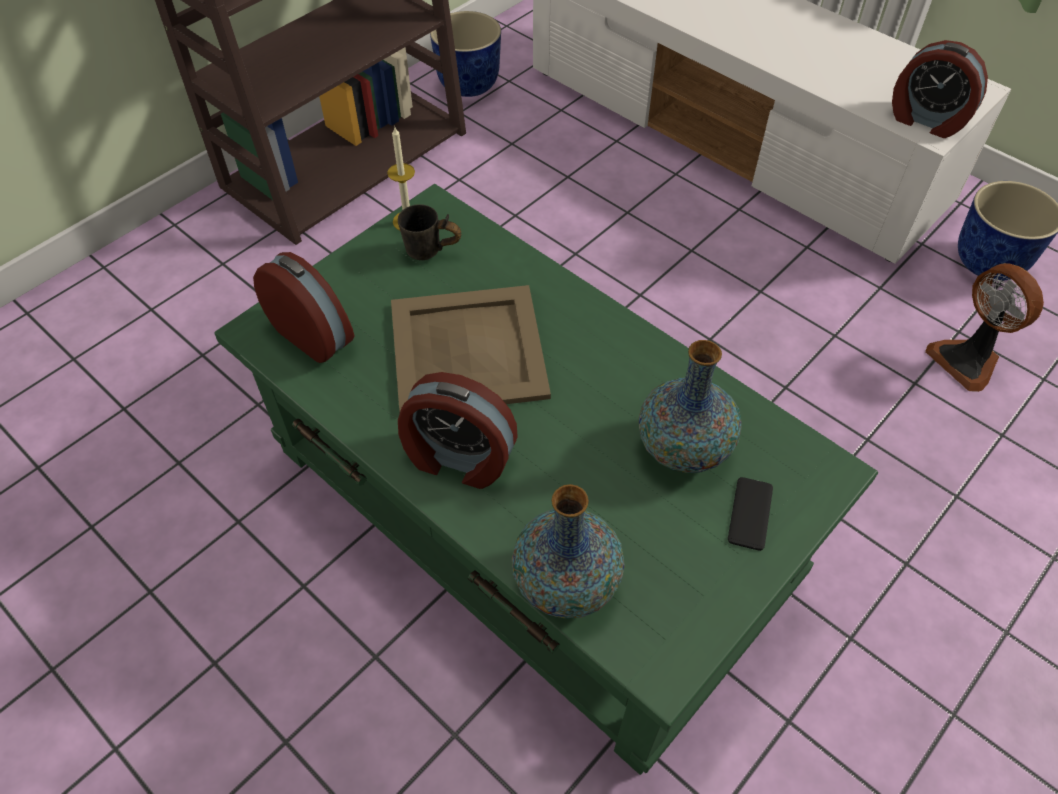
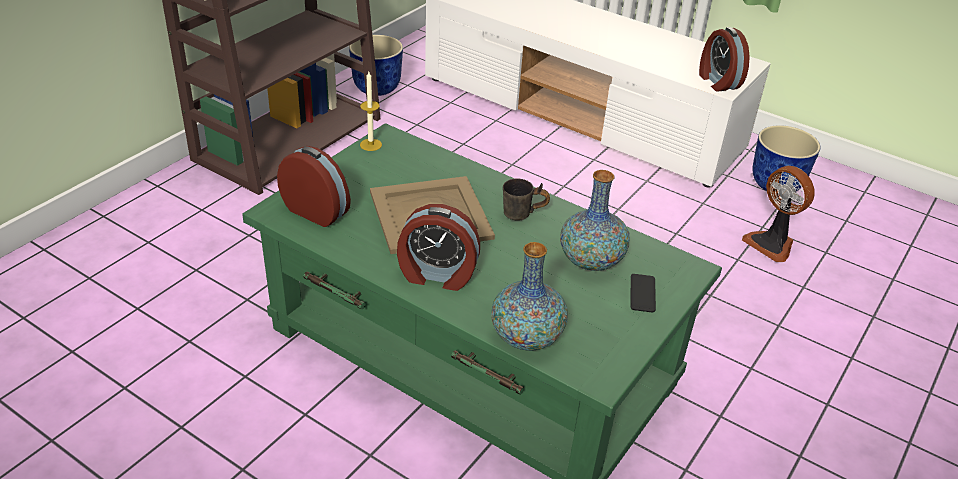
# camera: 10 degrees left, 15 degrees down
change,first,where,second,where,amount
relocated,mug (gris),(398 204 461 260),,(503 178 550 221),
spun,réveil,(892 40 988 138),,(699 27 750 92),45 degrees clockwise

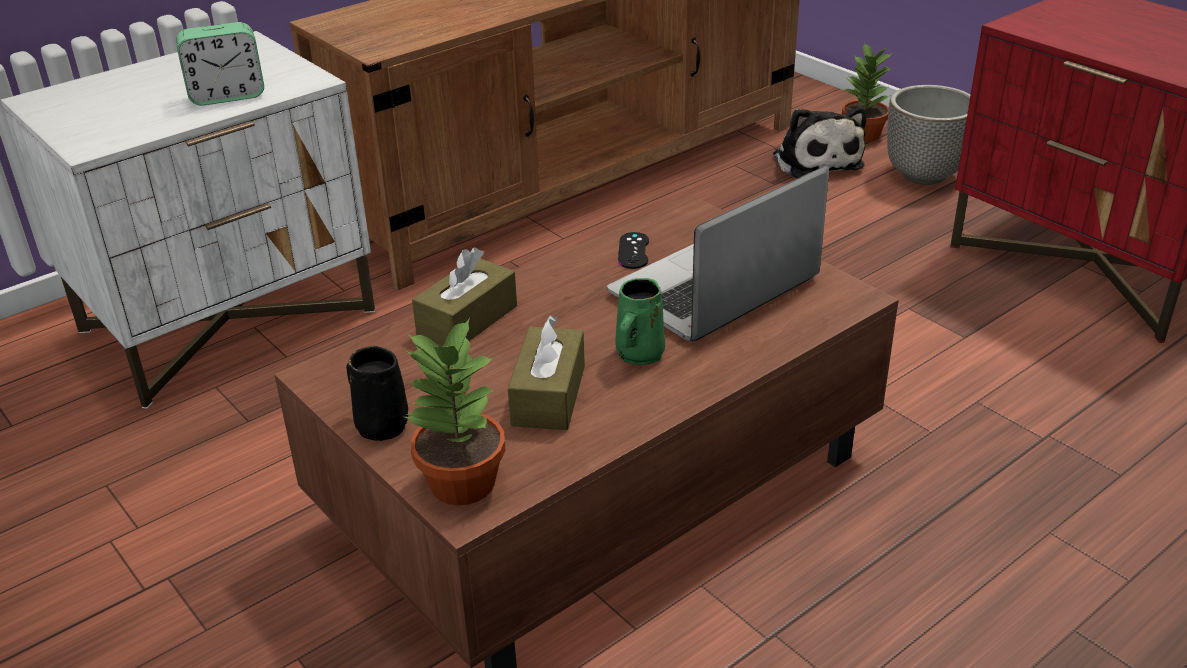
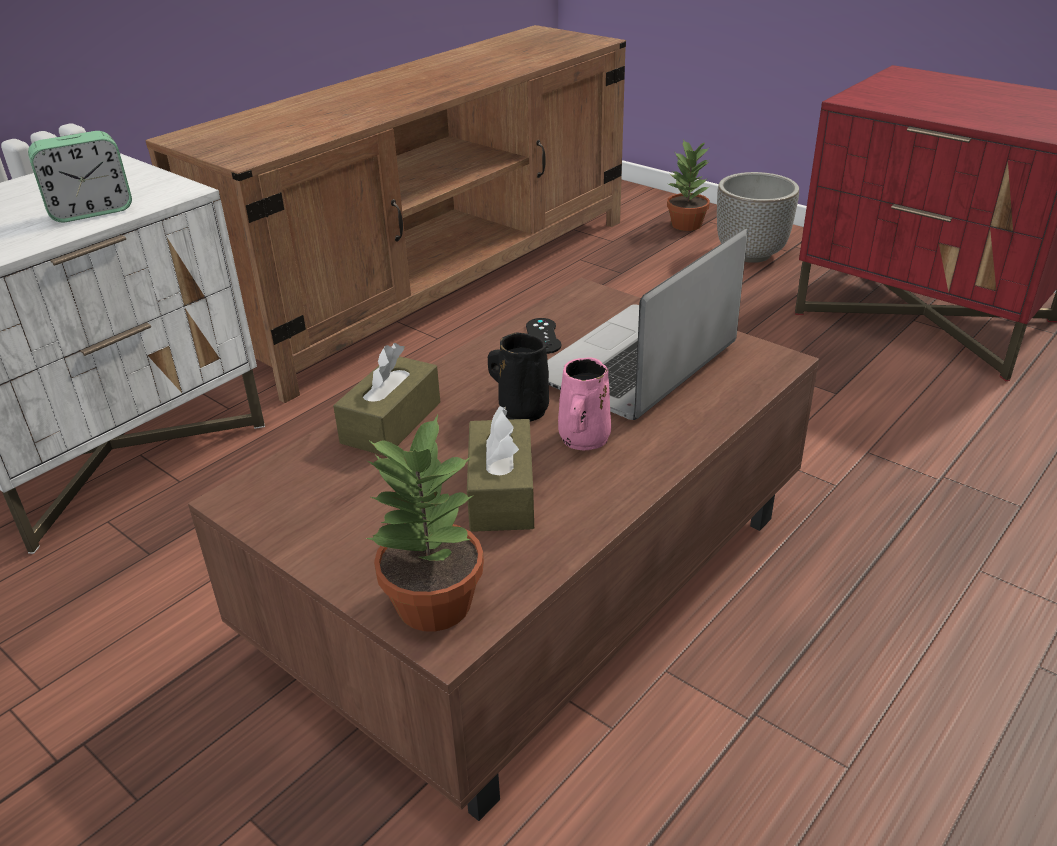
# camera: 10 degrees left, 0 degrees up
change,first,where,second,where,amount
relocated,mug (noir),(346 346 408 441),,(488 333 549 421),
colour,mug (vert),(616 278 665 365),mug (rose),(558 357 611 451),
missing,peluche,(773 107 866 179),,,

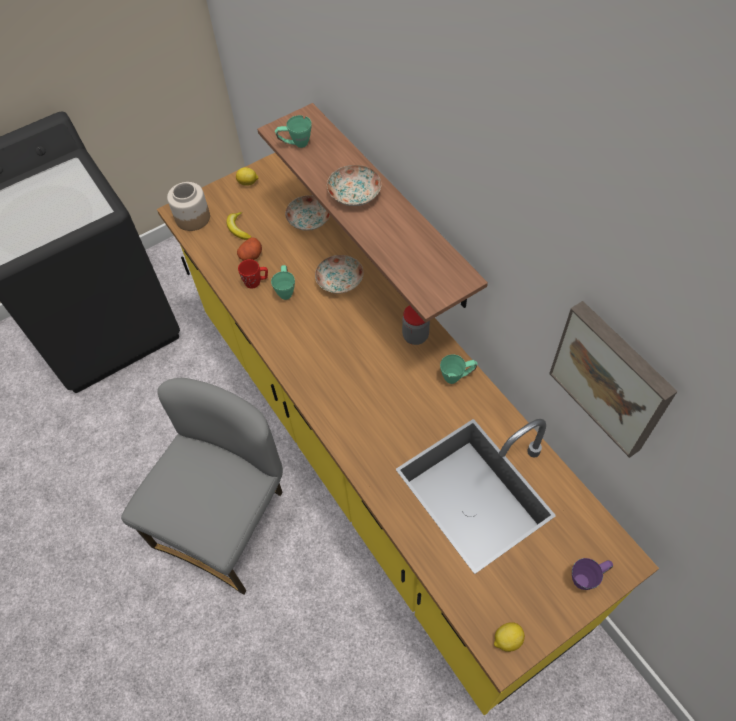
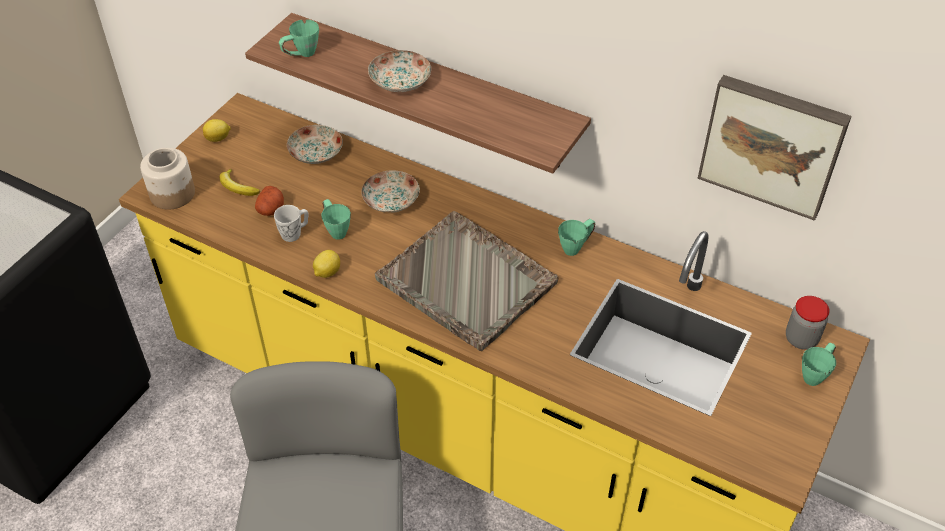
# camera: 30 degrees left, 10 degrees down
change,first,where,second,where,amount
colour,mug (rouge),(238 259 268 289),mug (blanc),(274 205 309 242),
relocated,citron,(494 622 525 652),,(313 250 340 278),
appeared,,,plateau (gris),(375 211 559 351),
relocated,bocal,(402 306 430 345),,(786 296 830 349),
colour,mug (violet),(572 558 613 590),mug (vert),(802 343 836 386),

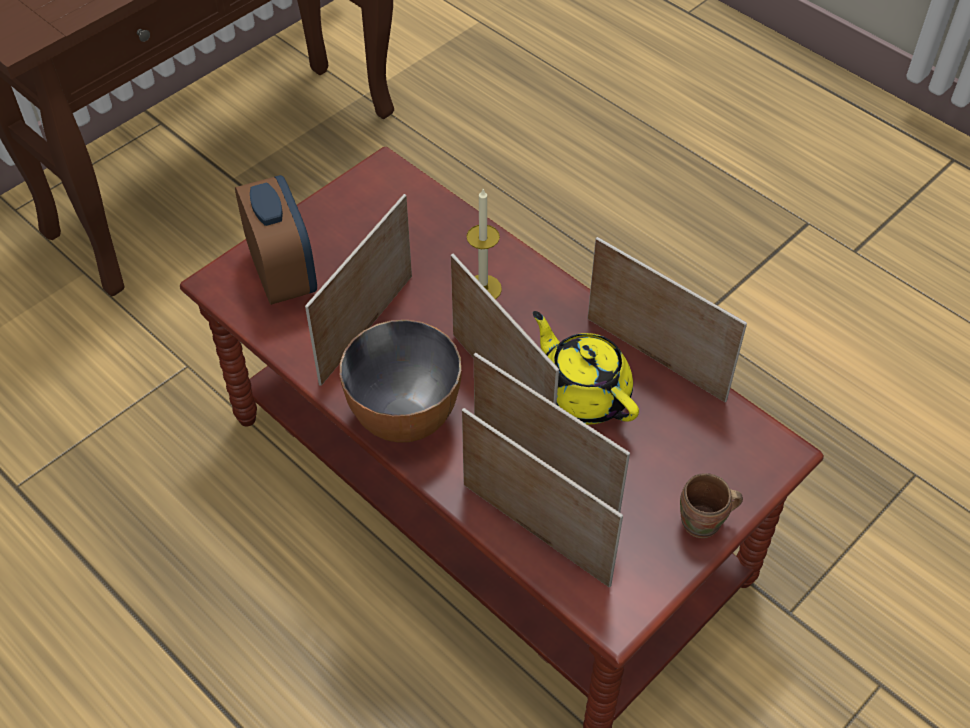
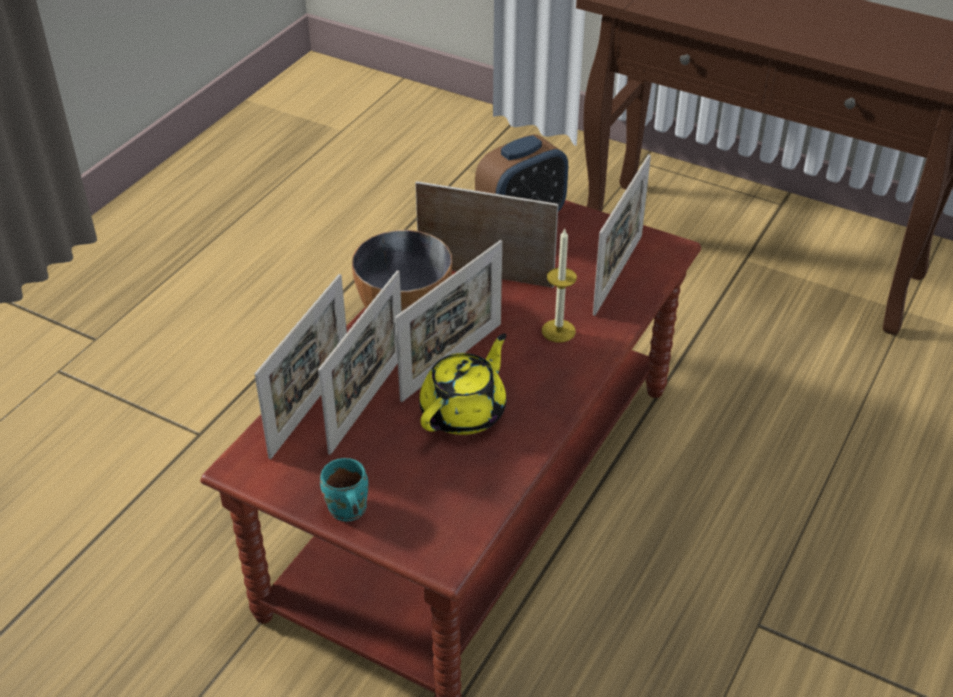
# camera: 75 degrees right, 10 degrees down
change,first,where,second,where,amount
colour,mug (marron),(680 473 743 538),mug (turquoise),(320 458 368 521),
relocated,cadre photo,(588 237 747 402),,(593 154 651 316),

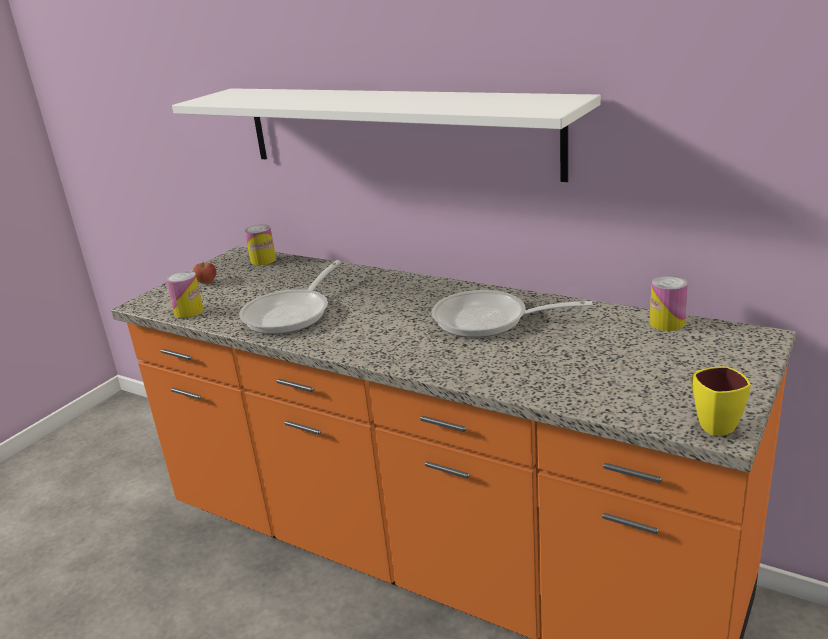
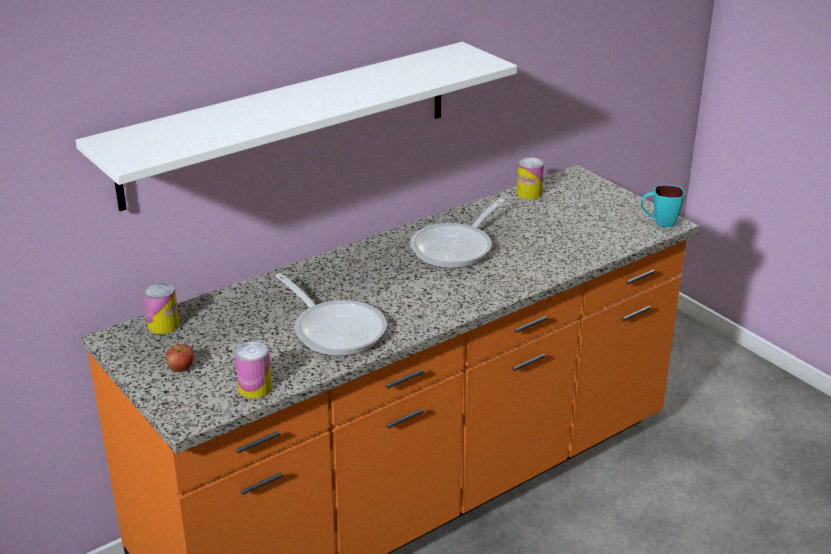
# camera: 70 degrees left, 5 degrees up
change,first,where,second,where,amount
colour,mug (jaune),(691 366 751 436),mug (turquoise),(641 185 685 227),

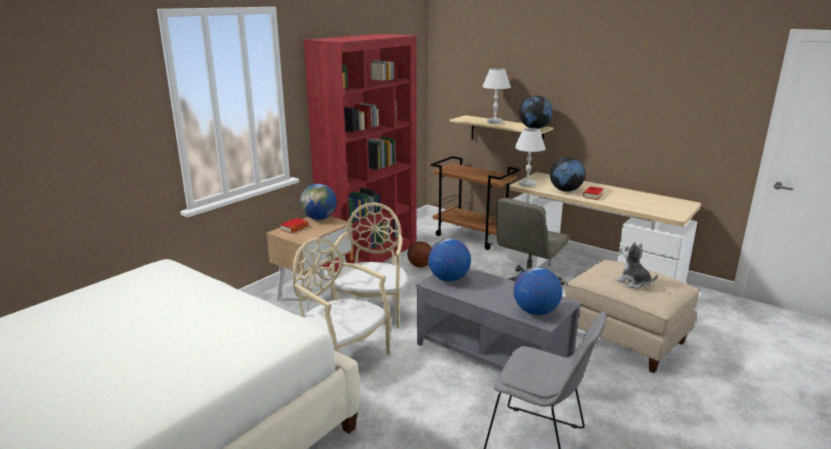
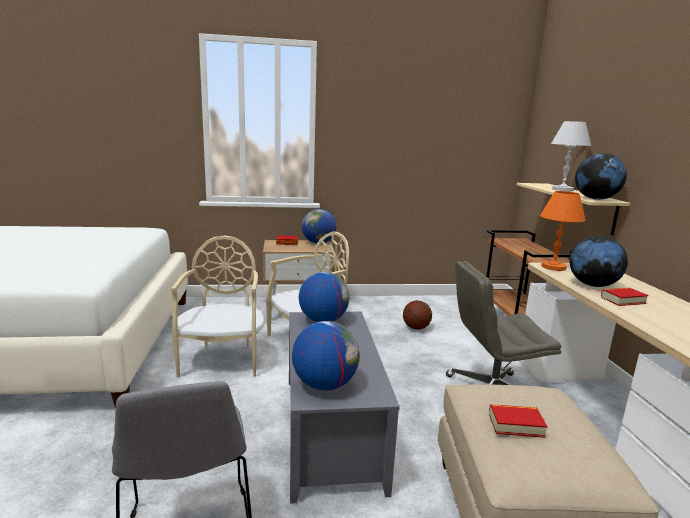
# camera: 45 degrees right, 5 degrees down
change,first,where,second,where,amount
exchanged,peluche,(615 242 658 289),livre,(489 404 548 438),
colour,lampe de table (blanc),(515 128 546 187),lampe de table (orange),(540 191 586 271),
missing,bibliothèque (rouge),(304 34 417 272),,,

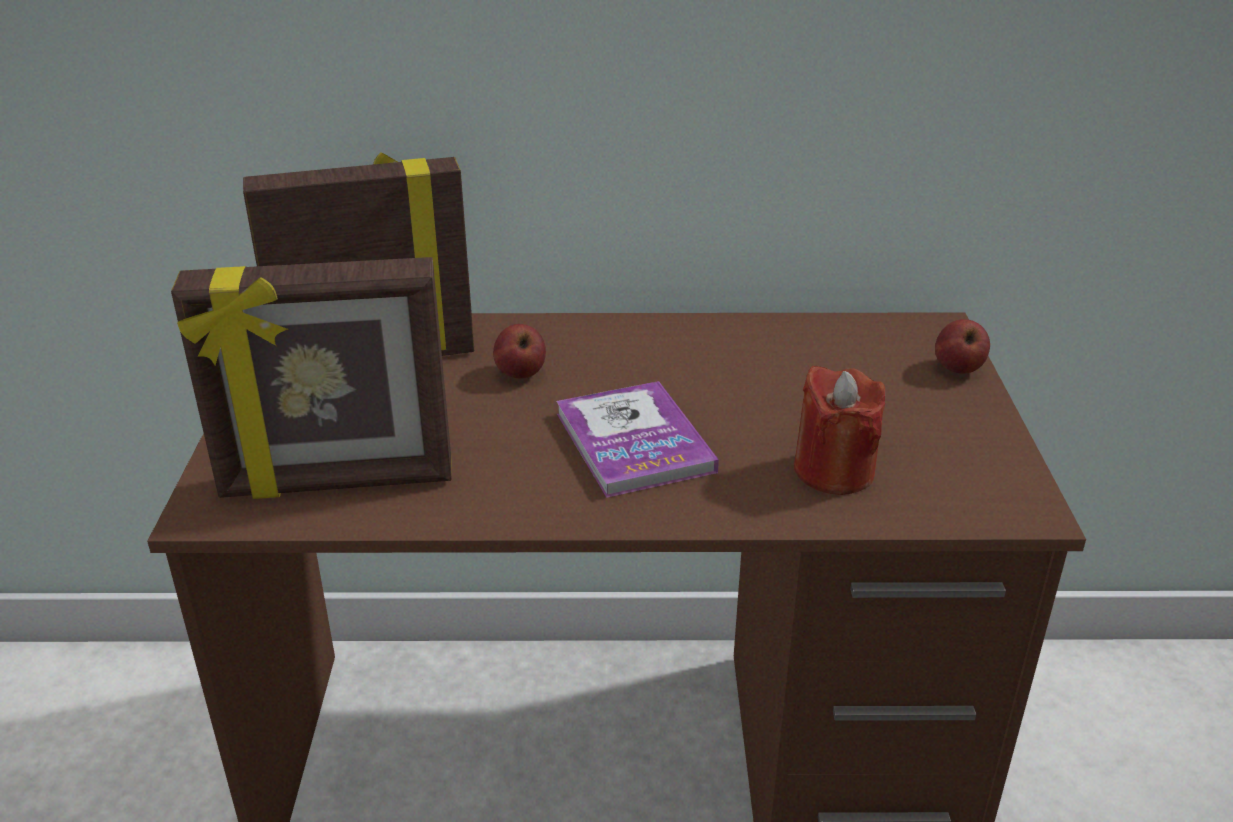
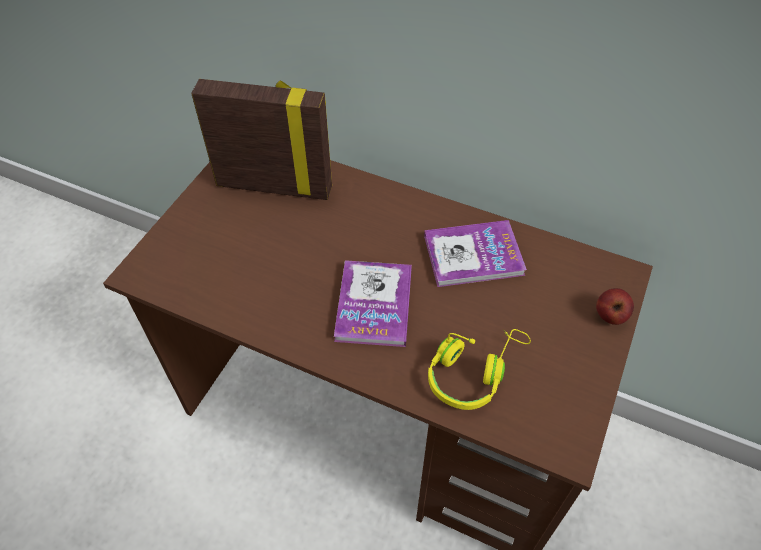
# camera: 25 degrees right, 20 degrees up
change,first,where,second,where,amount
appeared,,,livre,(424 220 527 287),
exchanged,bougie (rouge),(794 365 885 495),casque audio (jaune),(428 329 531 410),
missing,cadre photo,(171 257 452 499),,,
missing,pomme,(493 324 546 378),,,

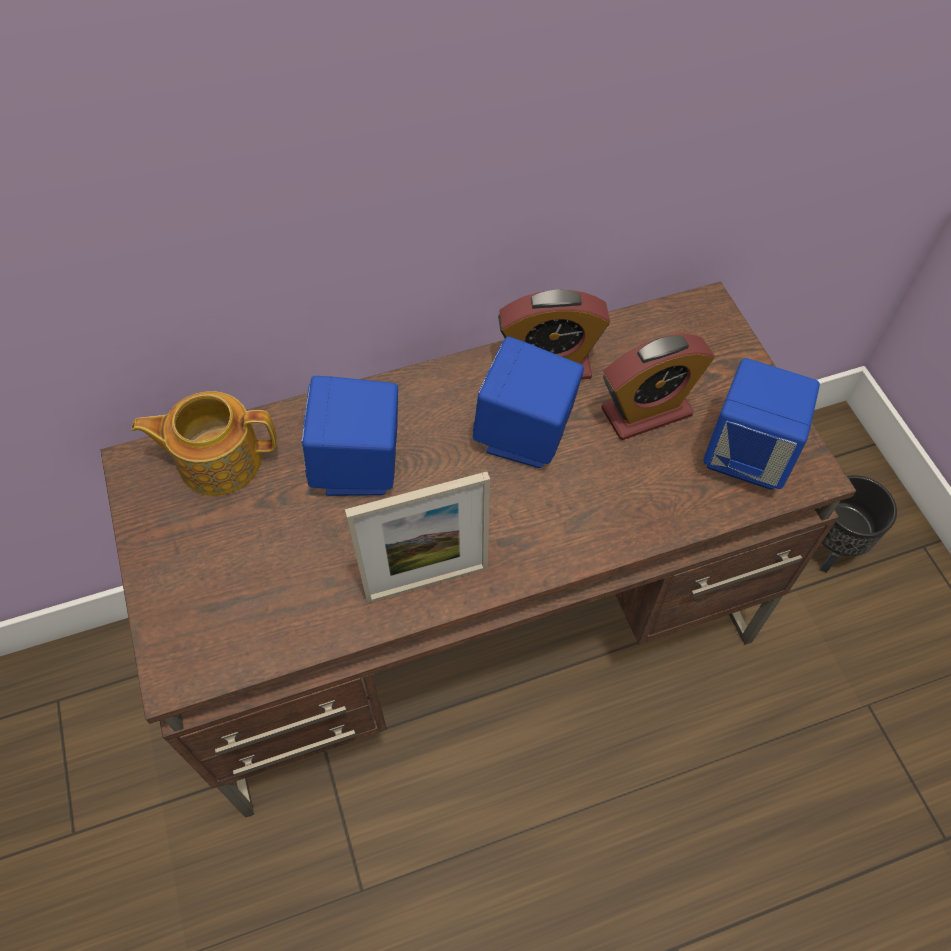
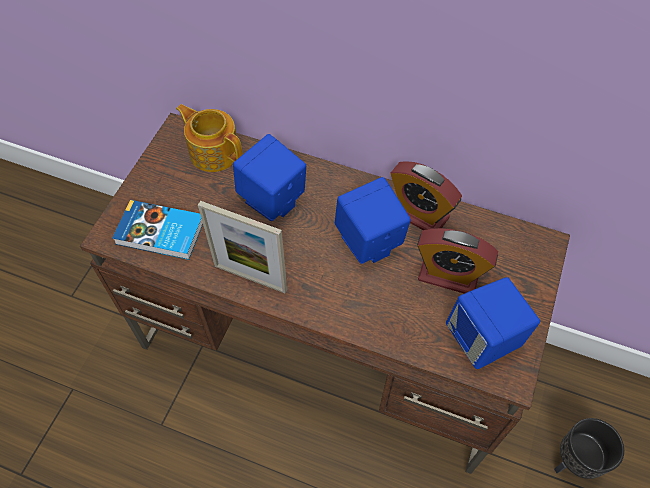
# camera: 40 degrees right, 0 degrees up
change,first,where,second,where,amount
appeared,,,livre,(112 200 203 260),

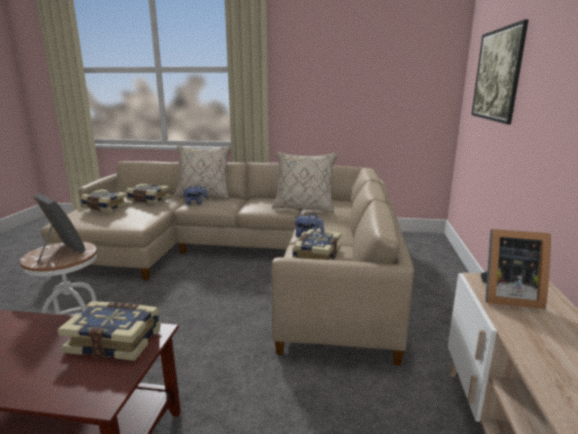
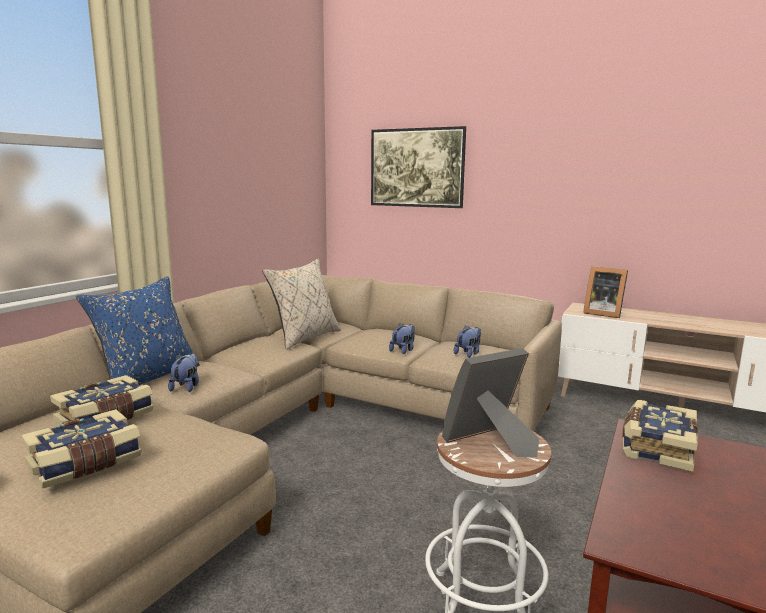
# camera: 70 degrees left, 5 degrees down
change,first,where,second,where,amount
colour,coussin (beige),(174 145 231 199),coussin (bleu),(76 276 200 385),
exchanged,livre,(292 229 341 260),peluche,(454 325 481 358),
spun,cadre photo,(480 229 551 309),,(583 267 628 318),90 degrees clockwise

